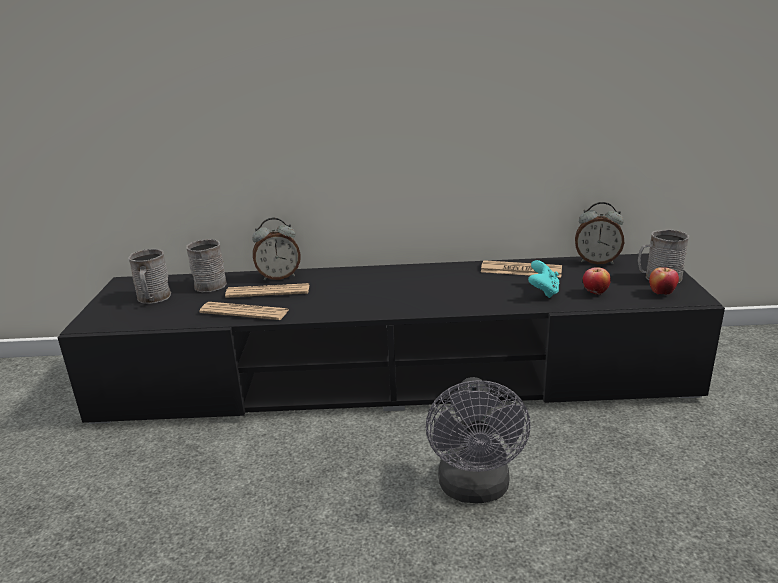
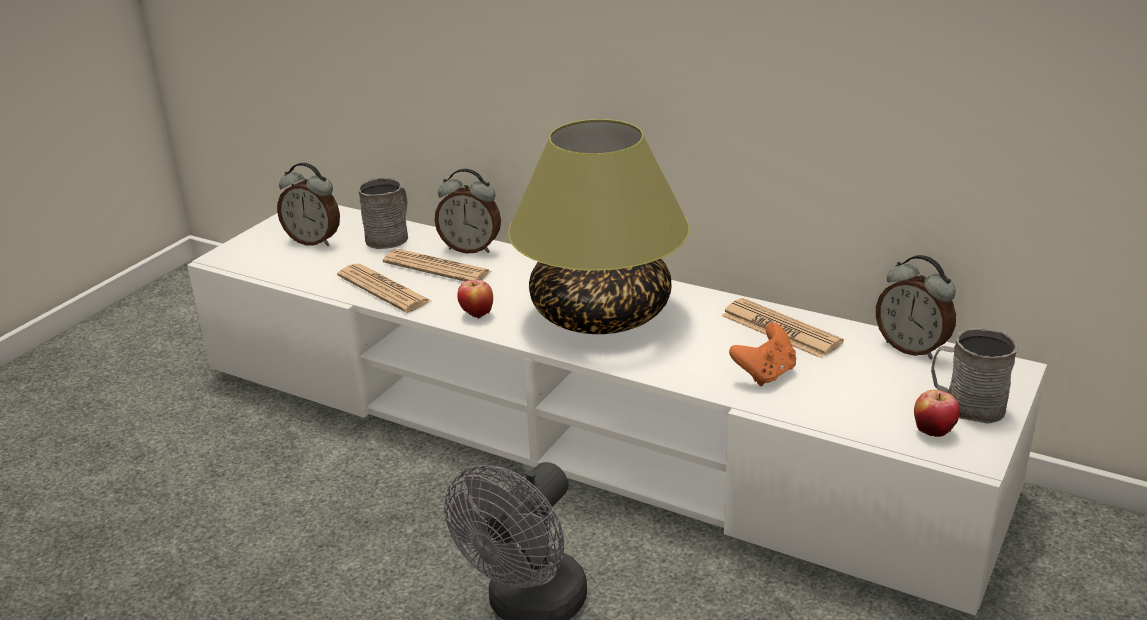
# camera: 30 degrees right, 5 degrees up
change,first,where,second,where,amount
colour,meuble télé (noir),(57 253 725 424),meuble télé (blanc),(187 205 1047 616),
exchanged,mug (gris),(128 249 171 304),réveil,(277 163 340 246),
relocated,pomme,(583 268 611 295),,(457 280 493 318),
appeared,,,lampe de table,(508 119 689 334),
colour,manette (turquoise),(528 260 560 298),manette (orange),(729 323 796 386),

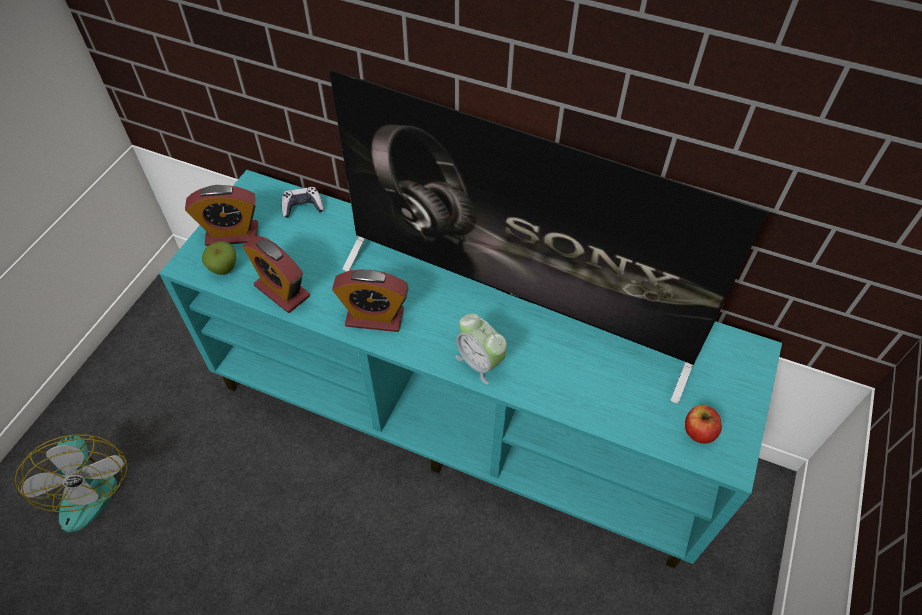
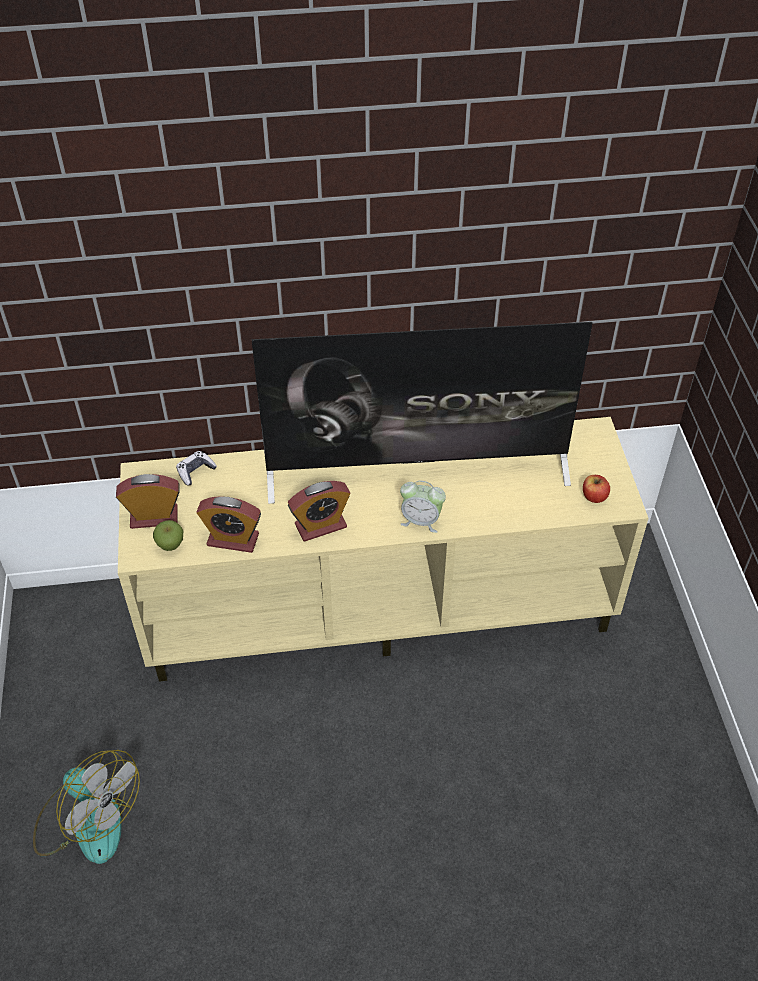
# camera: 30 degrees left, 5 degrees down
change,first,where,second,where,amount
spun,réveil,(185 185 258 246),,(116 474 180 529),150 degrees counterclockwise
colour,meuble télé (turquoise),(159 170 782 568),meuble télé (beige),(118 417 648 682),

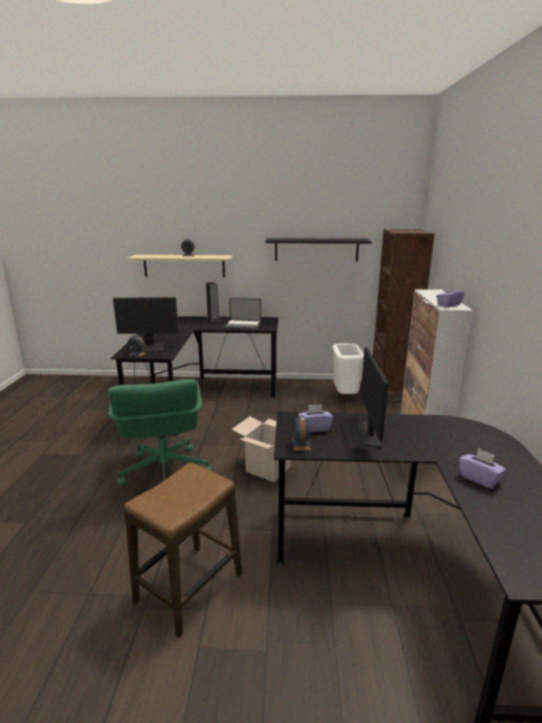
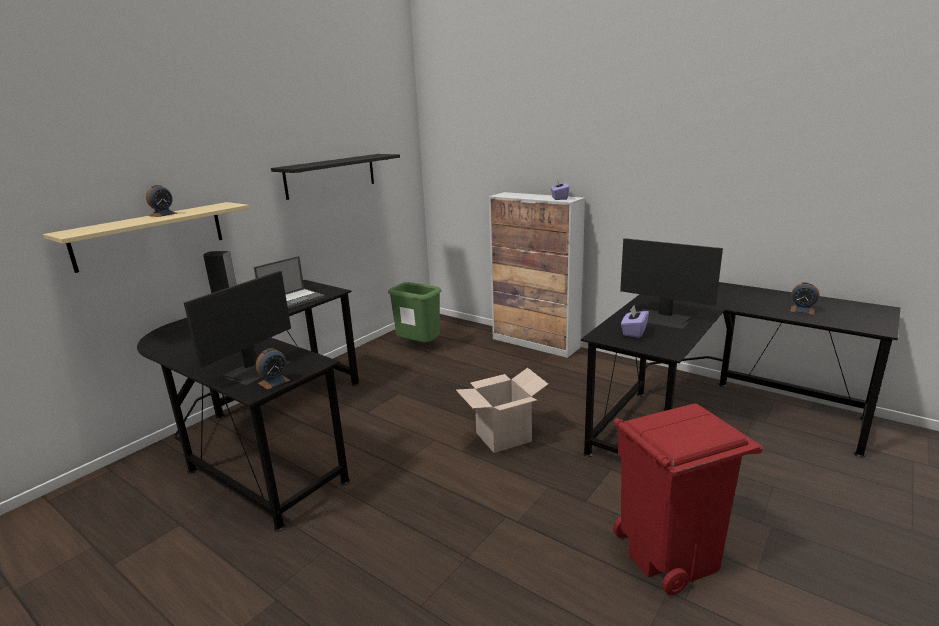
# camera: 55 degrees left, 0 degrees up
change,first,where,second,where,amount
colour,poubelle (blanc),(332 343 364 394),poubelle (vert),(388 282 441 342),
exchanged,tabouret,(124 462 242 638),poubelle (rouge),(613 404 763 595),
relocated,réveil,(292 415 311 451),,(790 282 819 315),
missing,chaise de bureau (vert),(108 379 212 486),,,
missing,bibliothèque (marron),(373 229 435 402),,,
missing,boîte à mouchoirs (violet),(459 448 506 489),,,

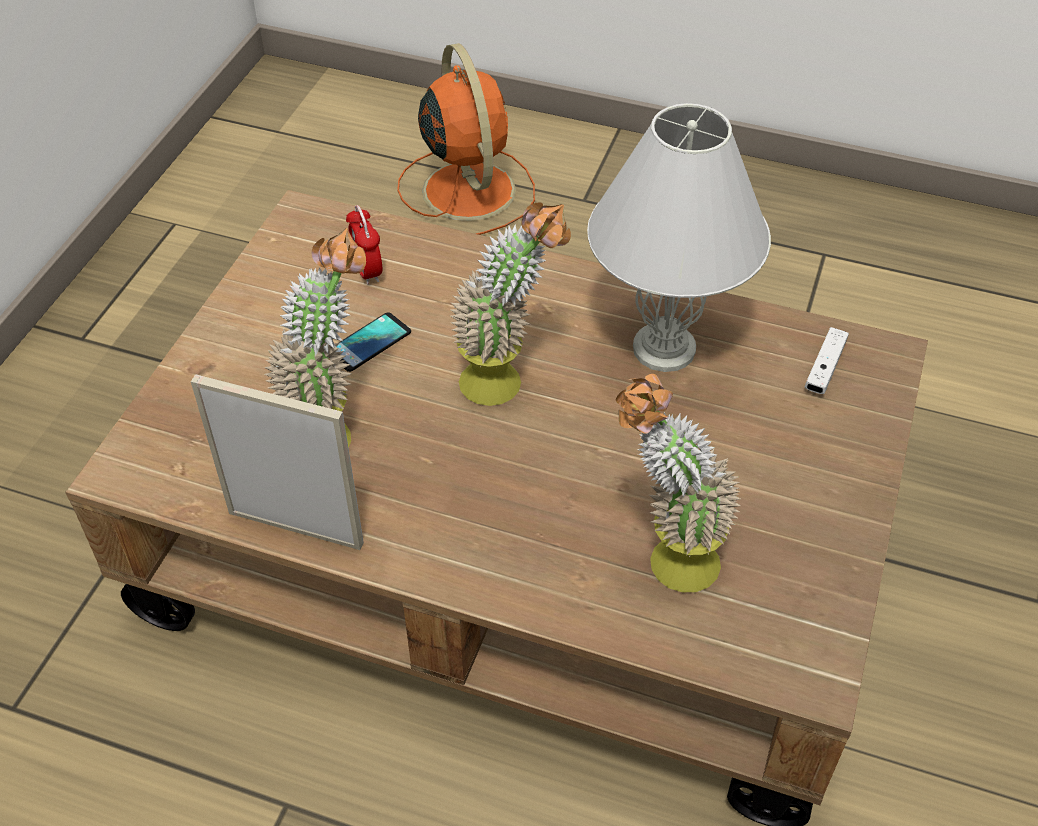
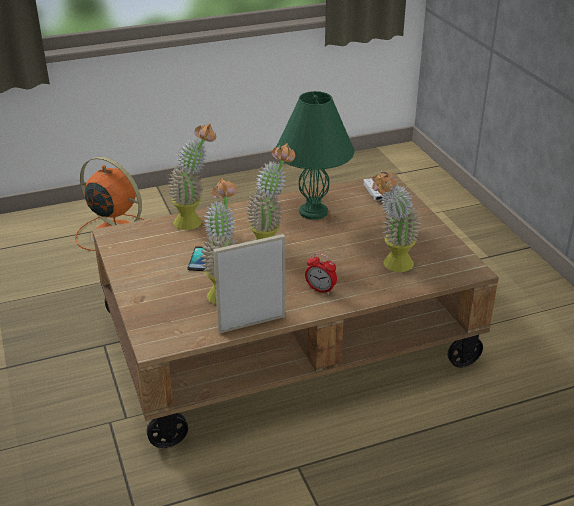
# camera: 40 degrees left, 15 degrees down
change,first,where,second,where,amount
appeared,,,plante en pot,(168 123 216 230),
colour,lampe de table (blanc),(587 103 771 372),lampe de table (vert),(276 91 355 220),
relocated,réveil,(346 205 382 285),,(305 253 337 295),

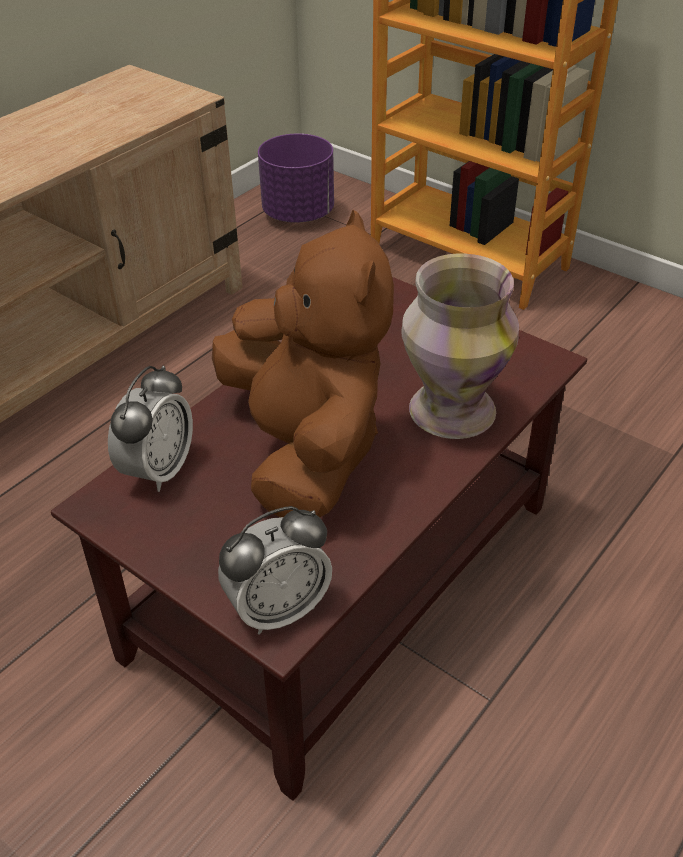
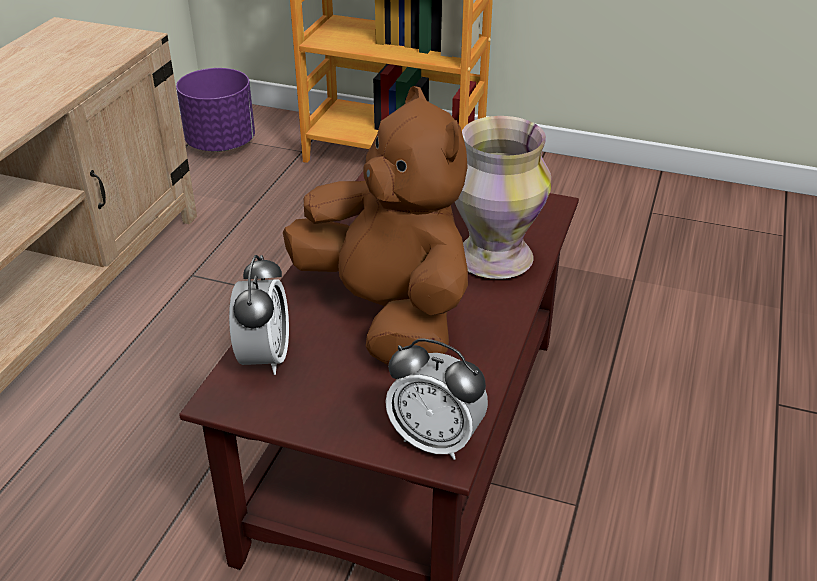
# camera: 20 degrees left, 5 degrees down
change,first,where,second,where,amount
spun,réveil,(218 506 332 635),,(385 339 488 460),75 degrees clockwise

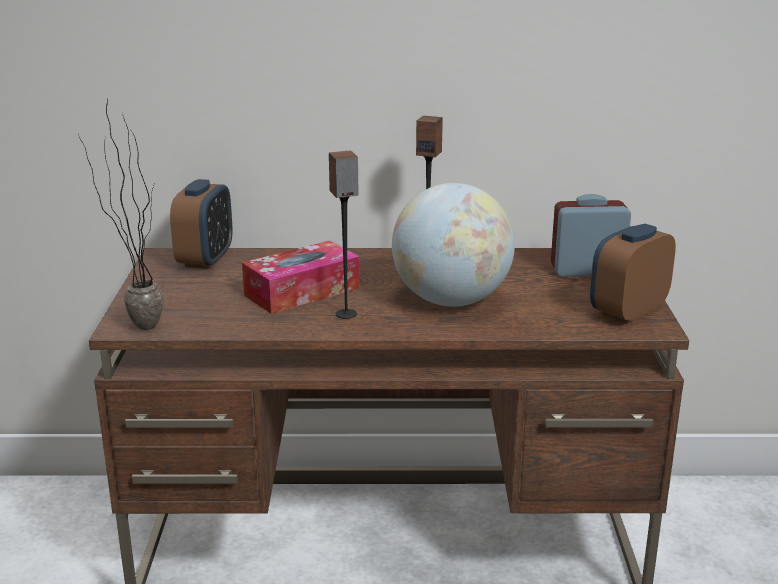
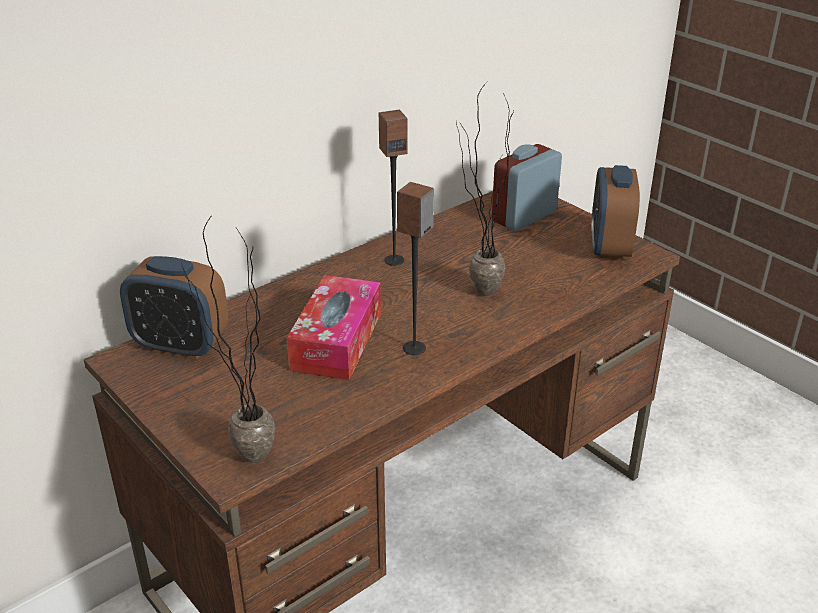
# camera: 40 degrees left, 10 degrees up
change,first,where,second,where,amount
spun,réveil,(170 179 233 269),,(120 256 228 360),135 degrees clockwise
exchanged,globe,(392 183 515 307),plante en pot,(456 82 514 296),

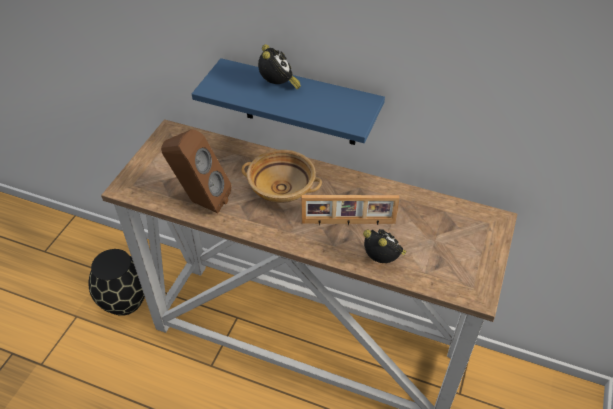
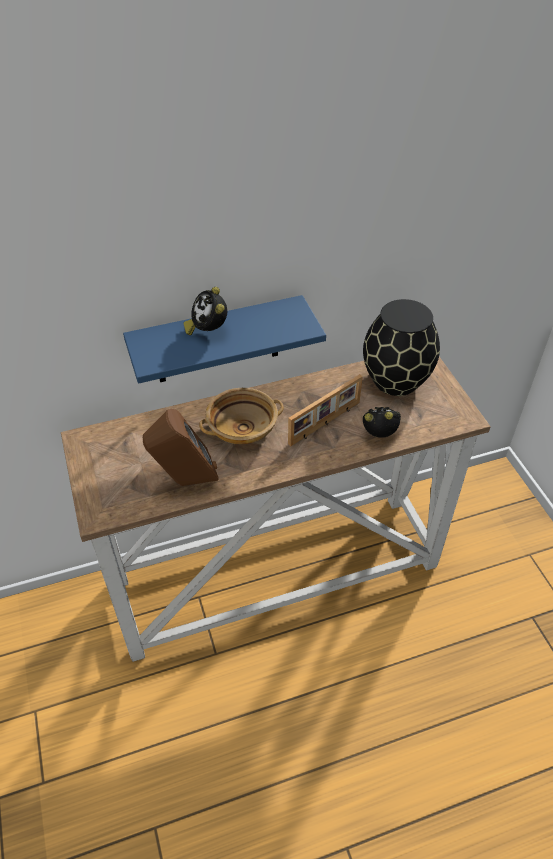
# camera: 40 degrees left, 0 degrees up
change,first,where,second,where,amount
spun,réveil,(258 44 301 89),,(184 287 227 335),150 degrees counterclockwise
relocated,vase (noir),(88 249 145 316),,(363 299 440 396),

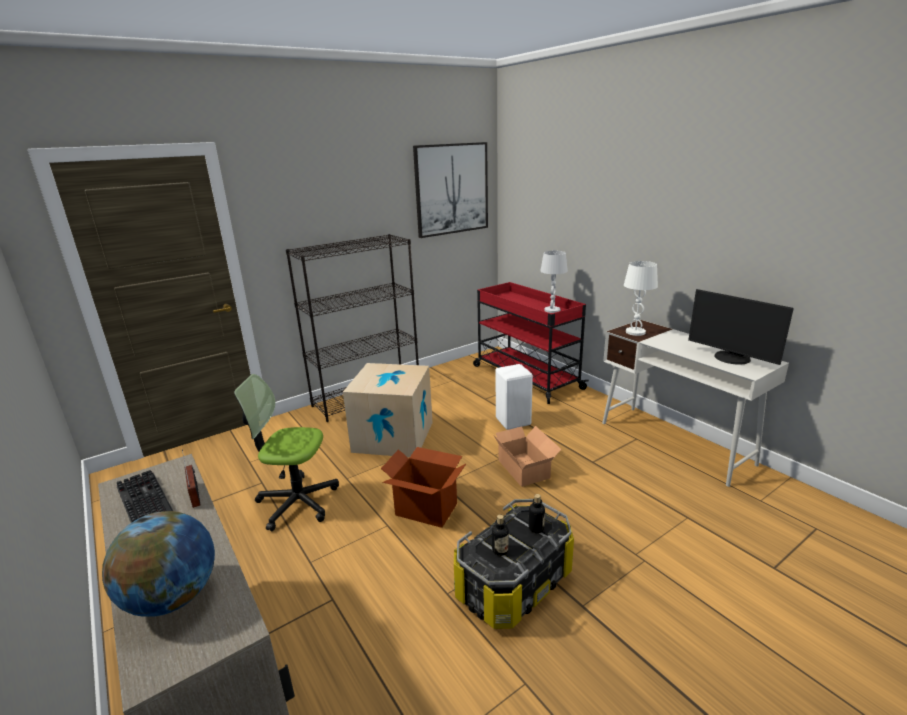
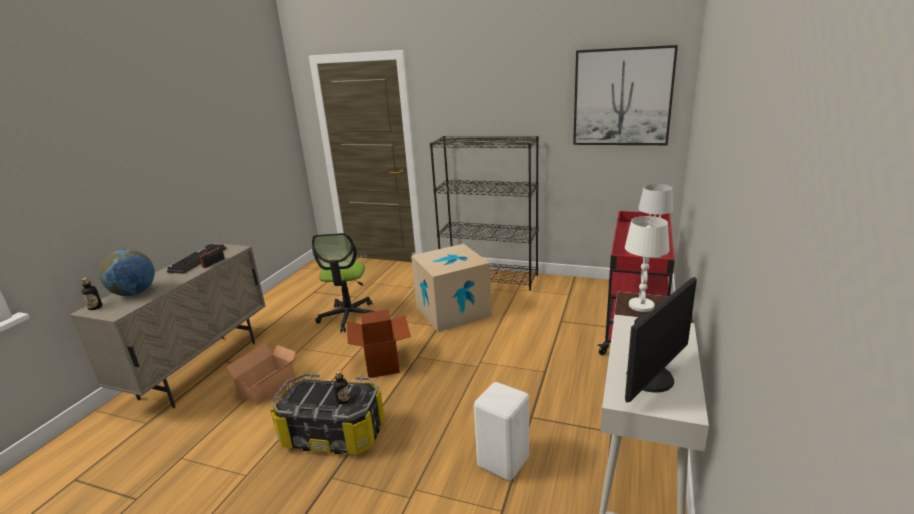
# camera: 55 degrees right, 0 degrees up
change,first,where,second,where,amount
relocated,bouteille,(492 515 509 556),,(81 278 102 310),
relocated,carton,(493 426 561 487),,(226 343 296 405),
spun,chaise de bureau,(234 374 339 531),,(312 233 375 332),150 degrees counterclockwise
relocated,tabouret (blanc),(496 364 533 430),,(474 382 529 481),
spun,écran d'ordinateur,(688 289 794 365),,(625 277 697 403),150 degrees counterclockwise

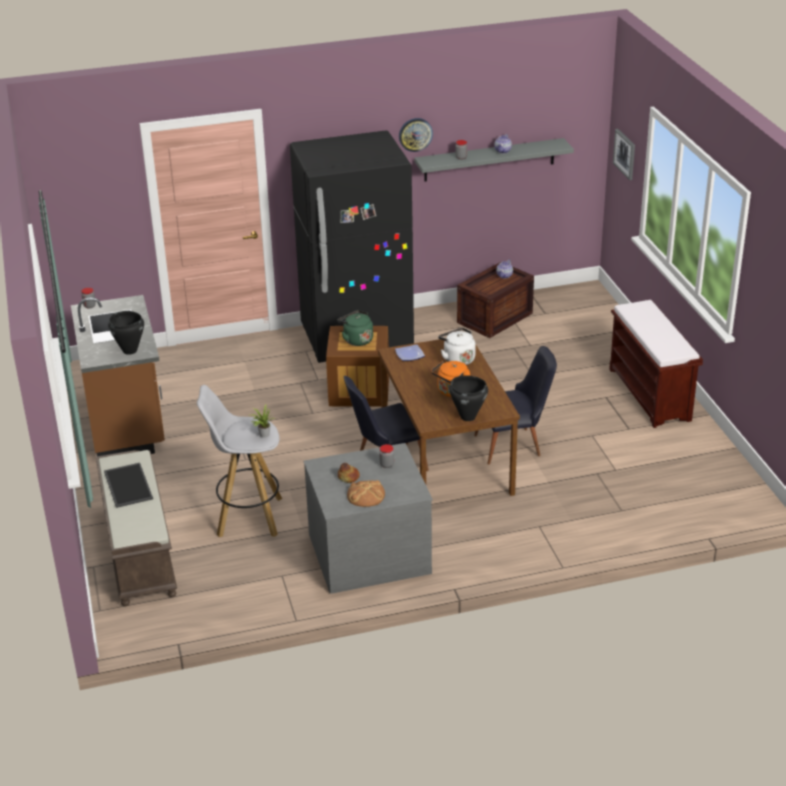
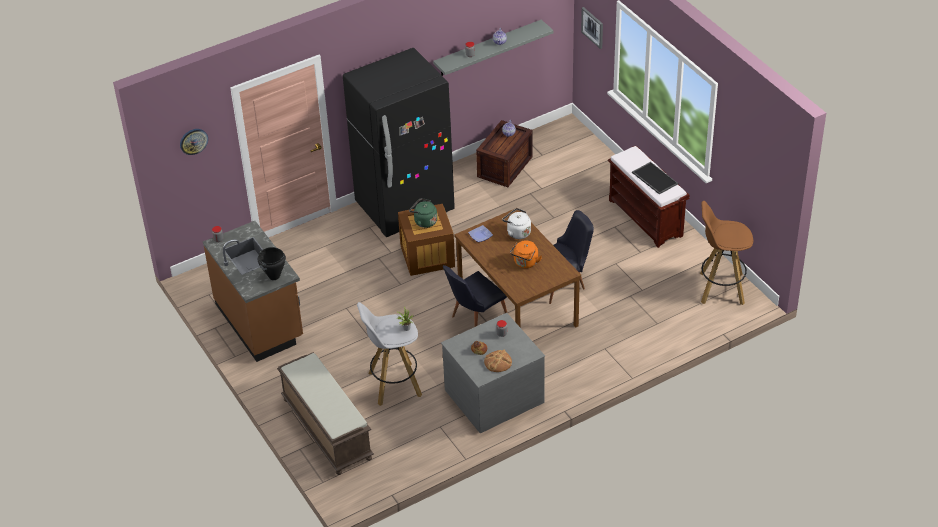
# camera: 15 degrees left, 10 degrees up
change,first,where,second,where,amount
relocated,horloge murale,(399 118 433 152),,(180 129 208 155),
relocated,plateau,(104 463 153 508),,(632 162 678 194),
appeared,,,tabouret (marron),(700 201 753 305),
missing,marmite (noir),(449 375 488 421),,,

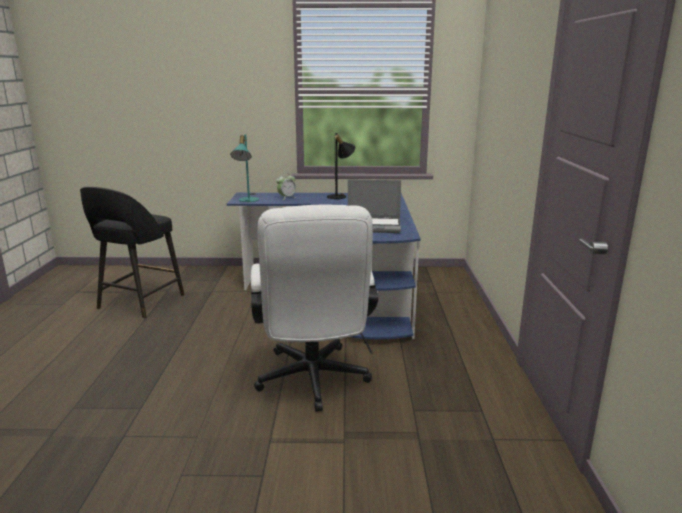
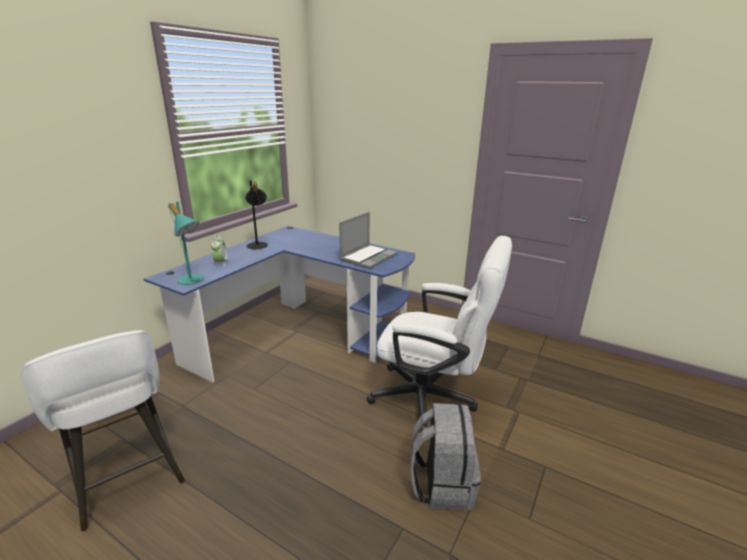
# camera: 60 degrees left, 5 degrees up
change,first,where,second,where,amount
colour,tabouret (noir),(80 187 184 318),tabouret (blanc),(21 330 185 531),
appeared,,,sac à dos (gris),(410 403 481 510),

